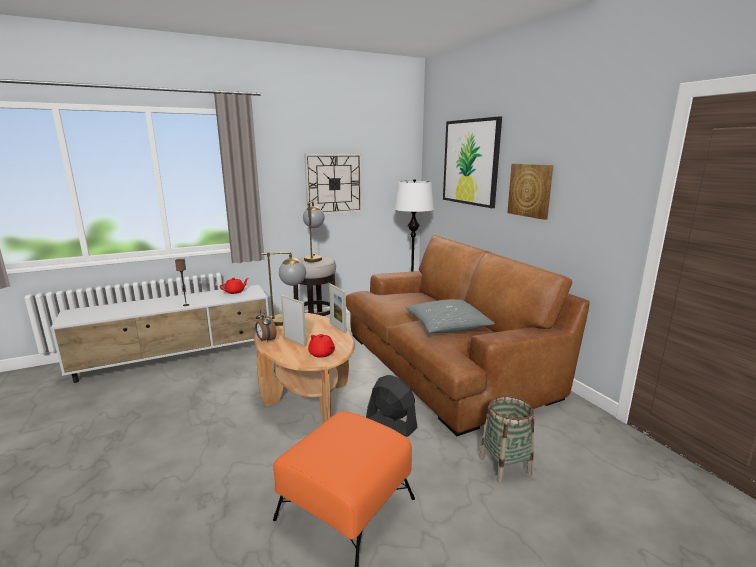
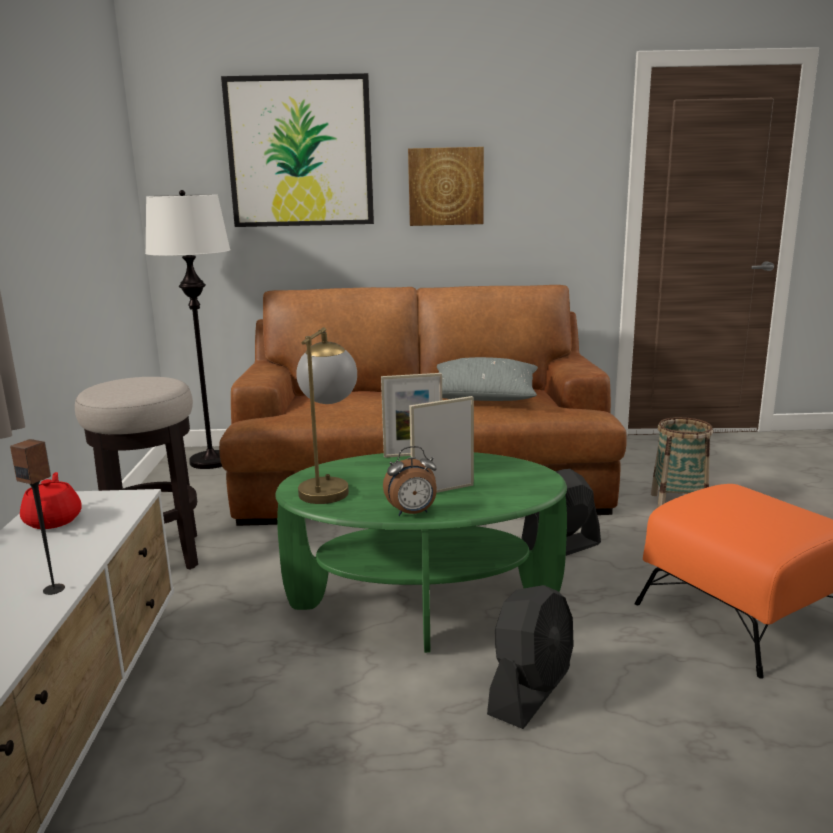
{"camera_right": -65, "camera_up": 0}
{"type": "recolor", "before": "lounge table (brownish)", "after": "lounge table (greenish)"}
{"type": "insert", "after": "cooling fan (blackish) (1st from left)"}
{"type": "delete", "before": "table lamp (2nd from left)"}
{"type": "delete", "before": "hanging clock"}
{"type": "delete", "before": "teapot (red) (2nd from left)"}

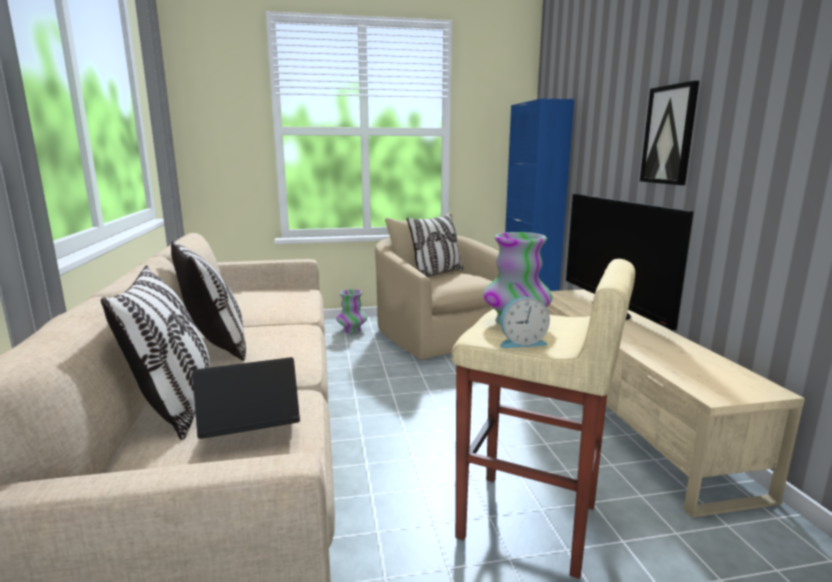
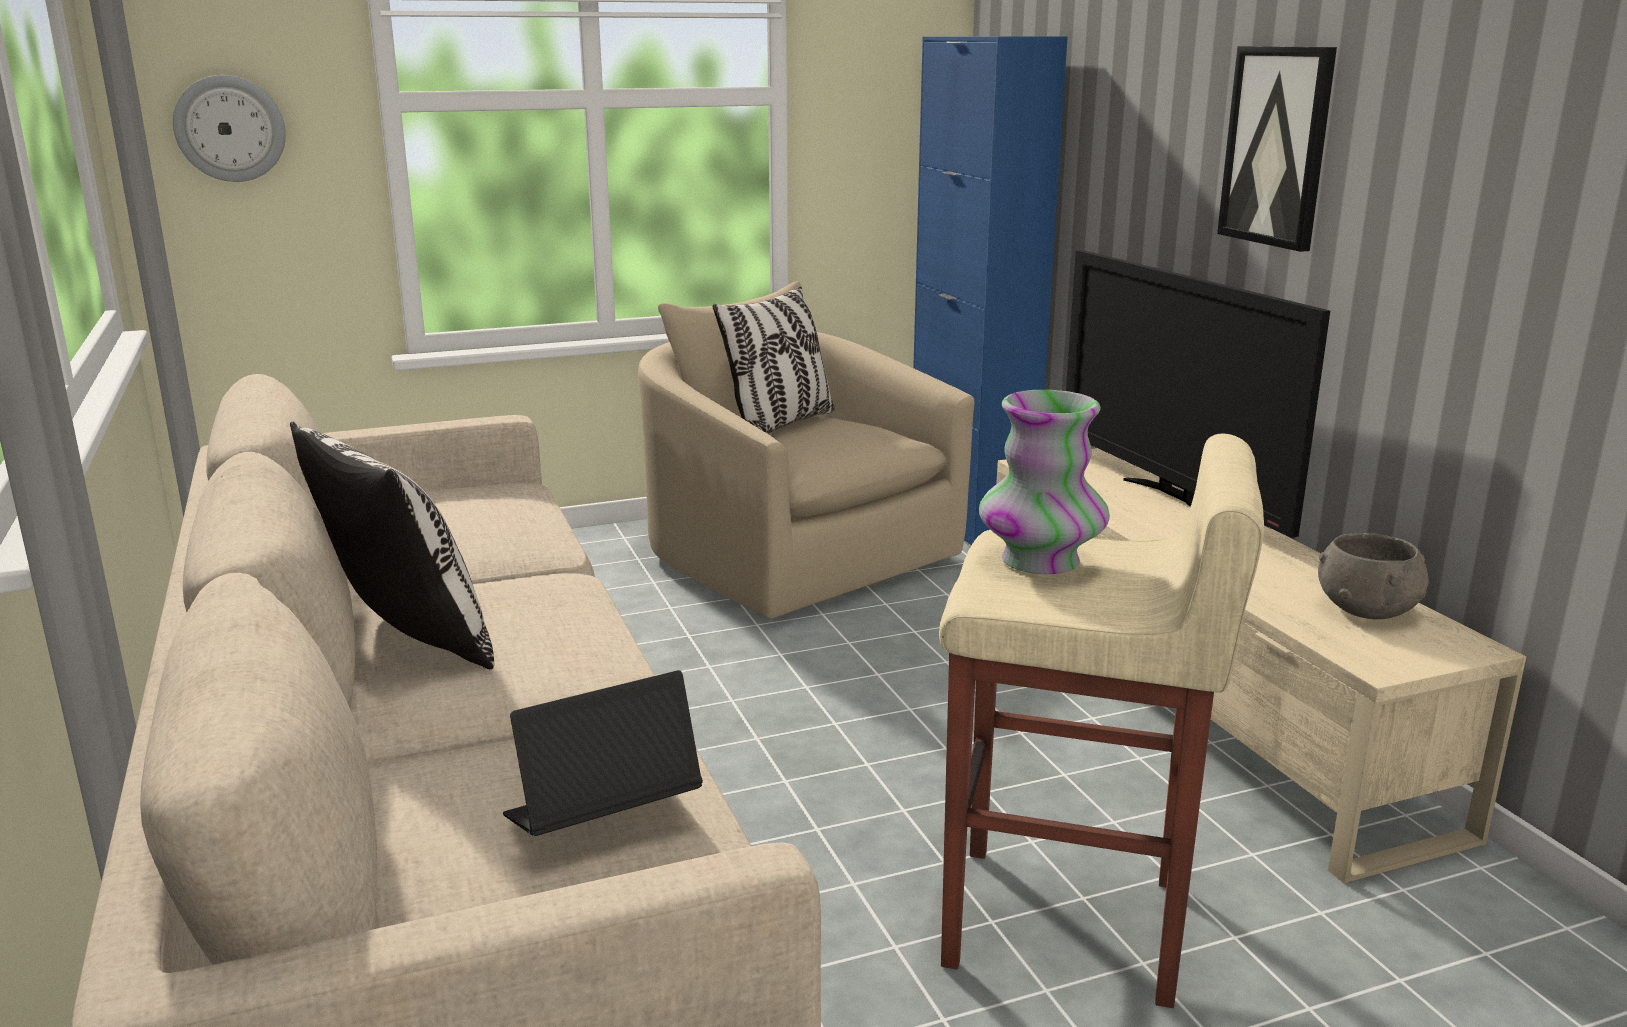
{"camera_right": -10, "camera_up": 5}
{"type": "insert", "after": "hanging clock"}
{"type": "insert", "after": "deep dish (greyish)"}
{"type": "delete", "before": "throw pillow (1st from left)"}
{"type": "delete", "before": "decorative vase (1st from left)"}
{"type": "delete", "before": "alarm clock"}

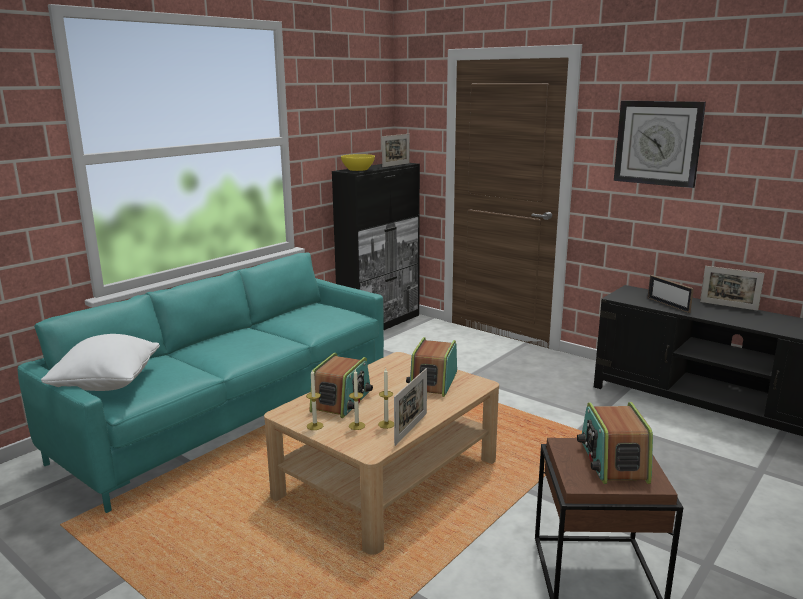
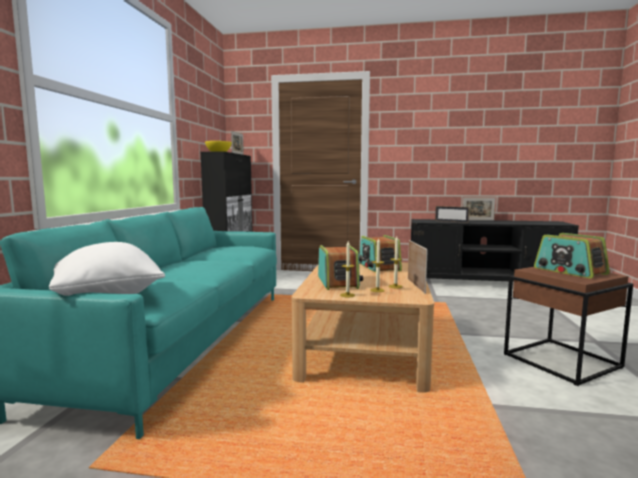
{"camera_right": -30, "camera_up": -10}
{"type": "delete", "before": "hanging clock"}

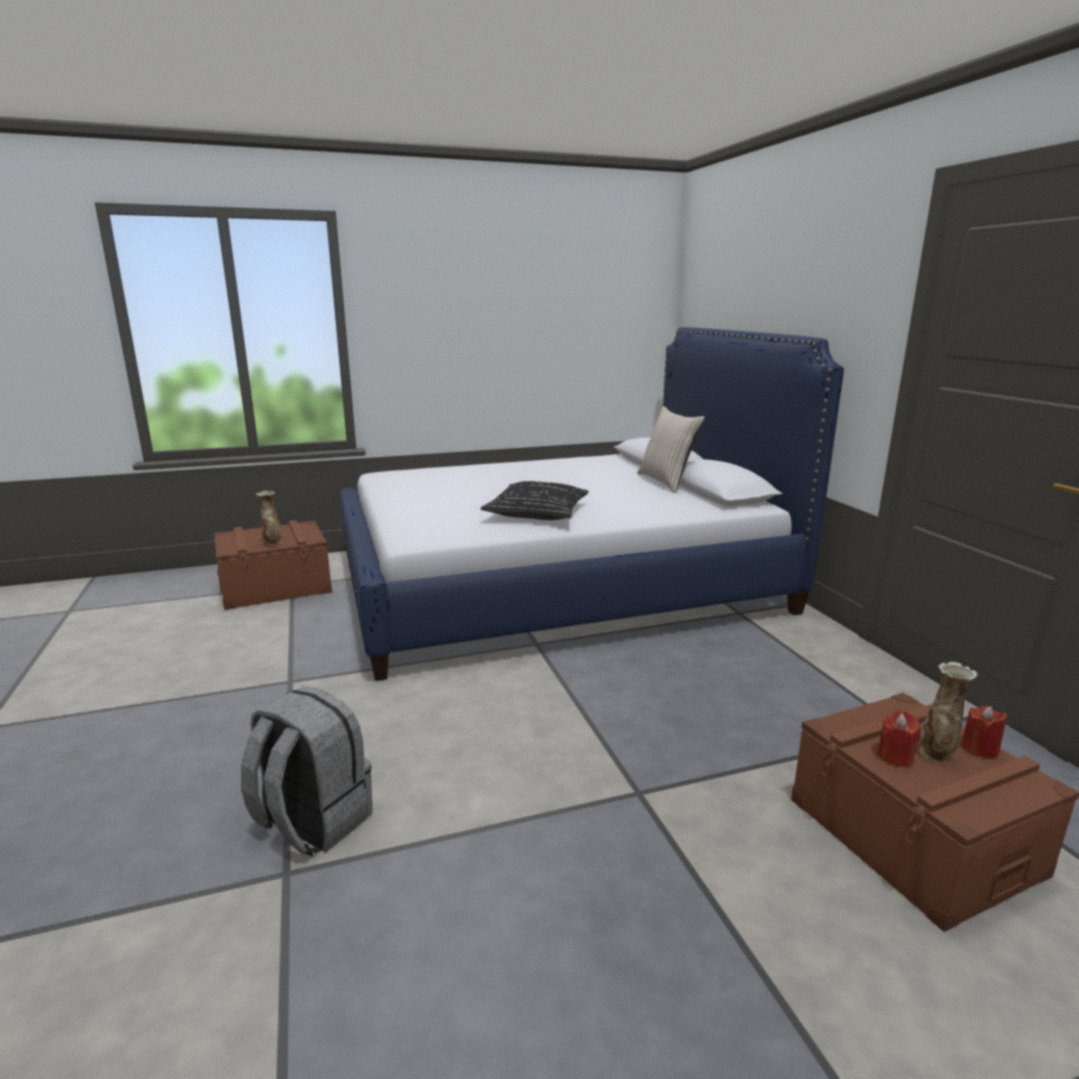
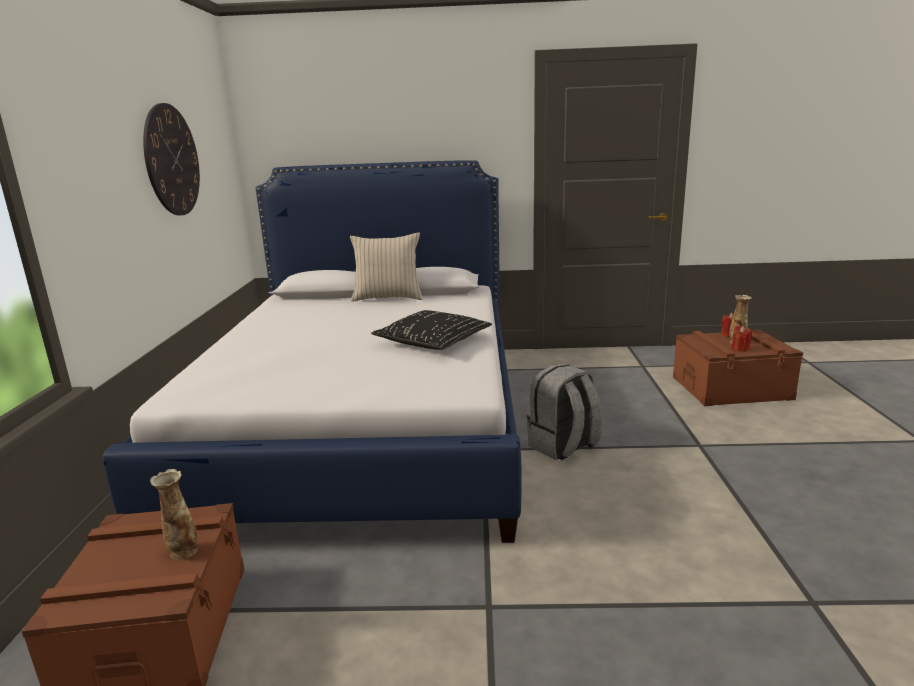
{"camera_right": -70, "camera_up": 0}
{"type": "insert", "after": "hanging clock"}
{"type": "move", "before": "backpack (greyish)"}

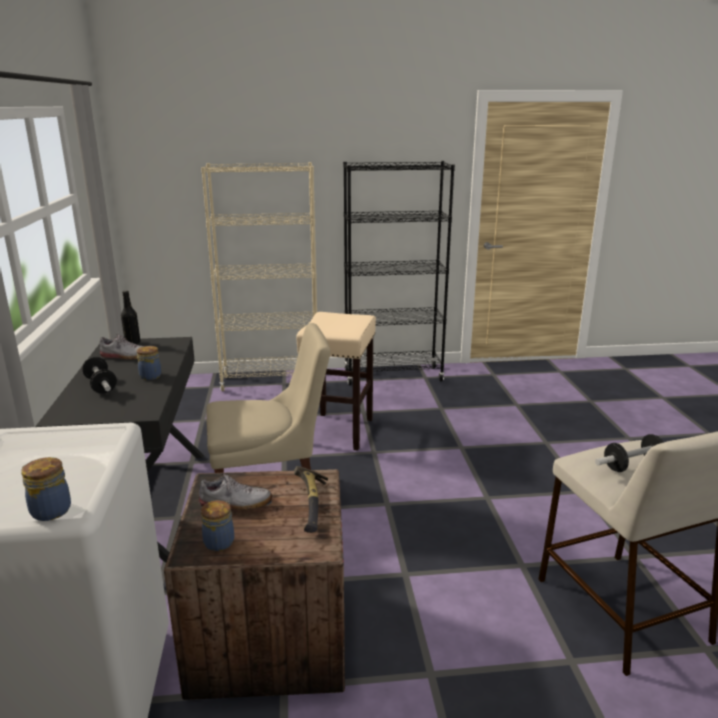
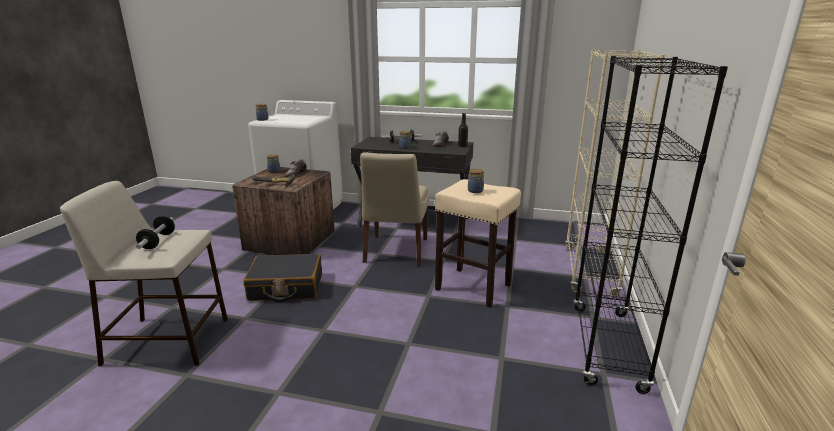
{"camera_right": 110, "camera_up": 0}
{"type": "insert", "after": "piece of luggage (blackish)"}
{"type": "insert", "after": "preserve jar (4th from left)"}

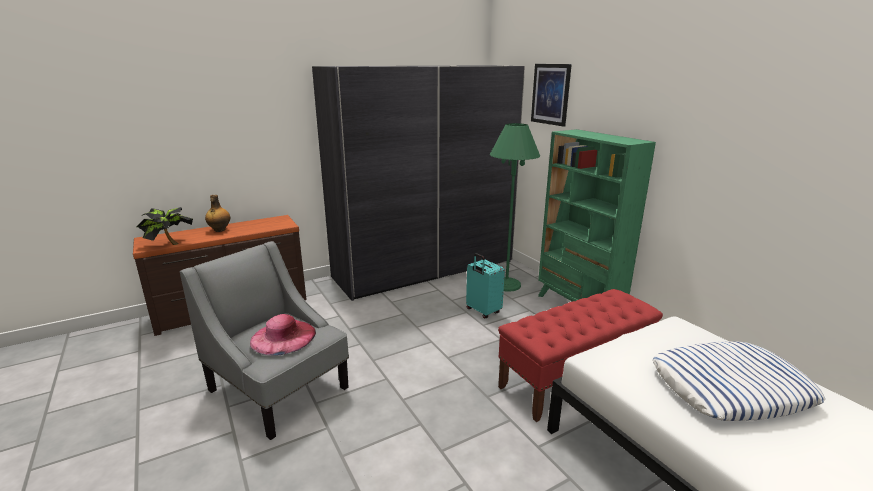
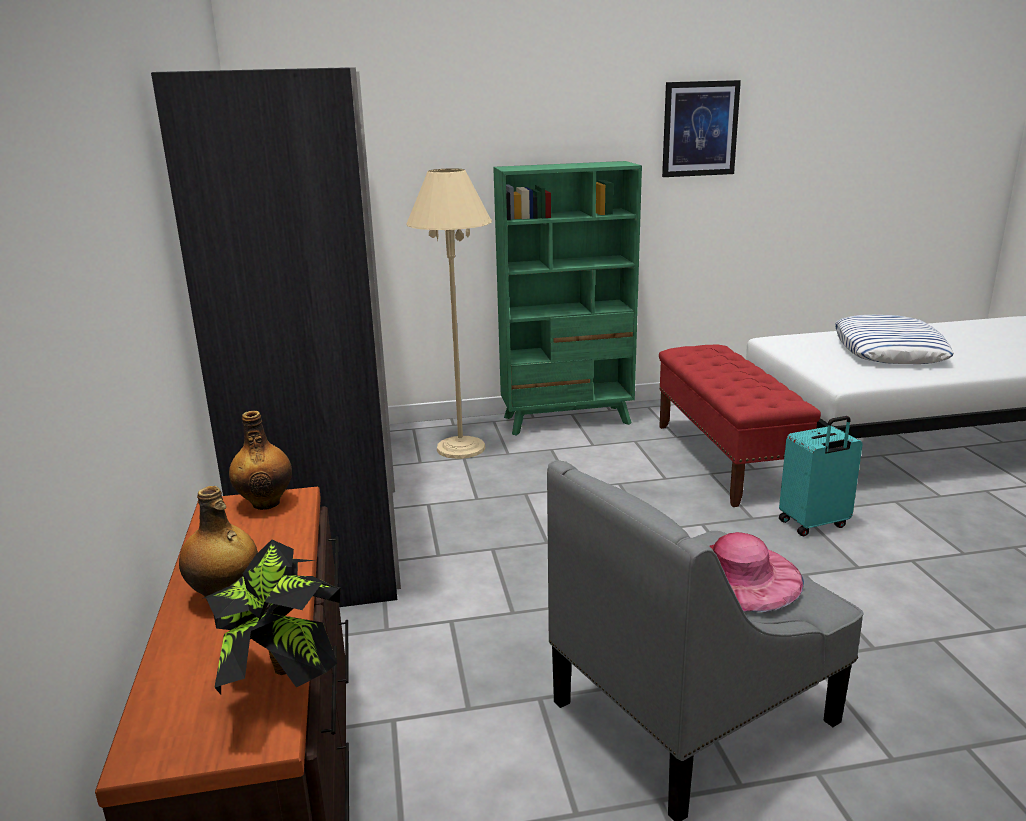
{"camera_right": -70, "camera_up": 0}
{"type": "insert", "after": "drink bottle (2nd from left)"}
{"type": "recolor", "before": "standard lamp (greenish)", "after": "standard lamp (beige)"}
{"type": "move", "before": "picture"}
{"type": "move", "before": "piece of luggage (turquoise-coloured)"}

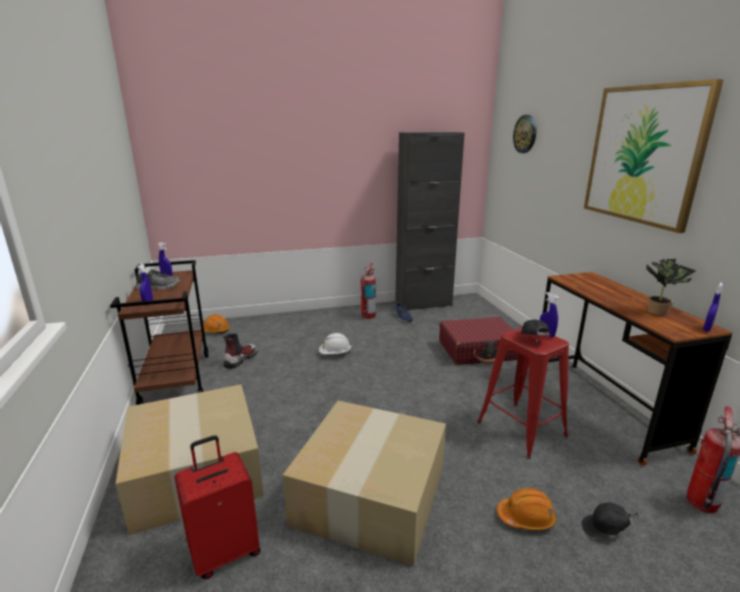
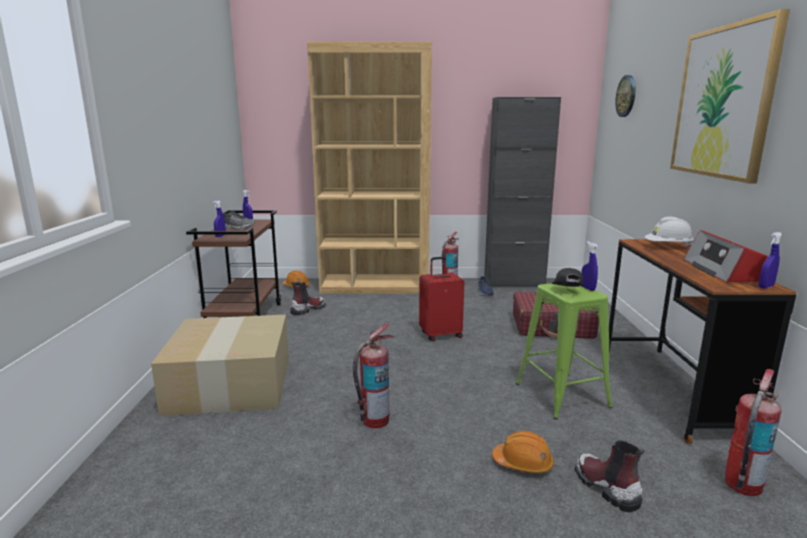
{"camera_right": 15, "camera_up": -5}
{"type": "insert", "after": "bookcase (brownish)"}
{"type": "replace", "before": "packing box (2nd from left)", "after": "fire-fighting cylinder (1st from left)"}
{"type": "move", "before": "piece of luggage (red) (1st from left)"}
{"type": "recolor", "before": "stool (red)", "after": "stool (greenish)"}
{"type": "replace", "before": "peaked cap (blackish) (2nd from left)", "after": "boot (2nd from left)"}
{"type": "move", "before": "hard hat (white-coloured)"}
{"type": "replace", "before": "houseplant", "after": "radio receiver"}

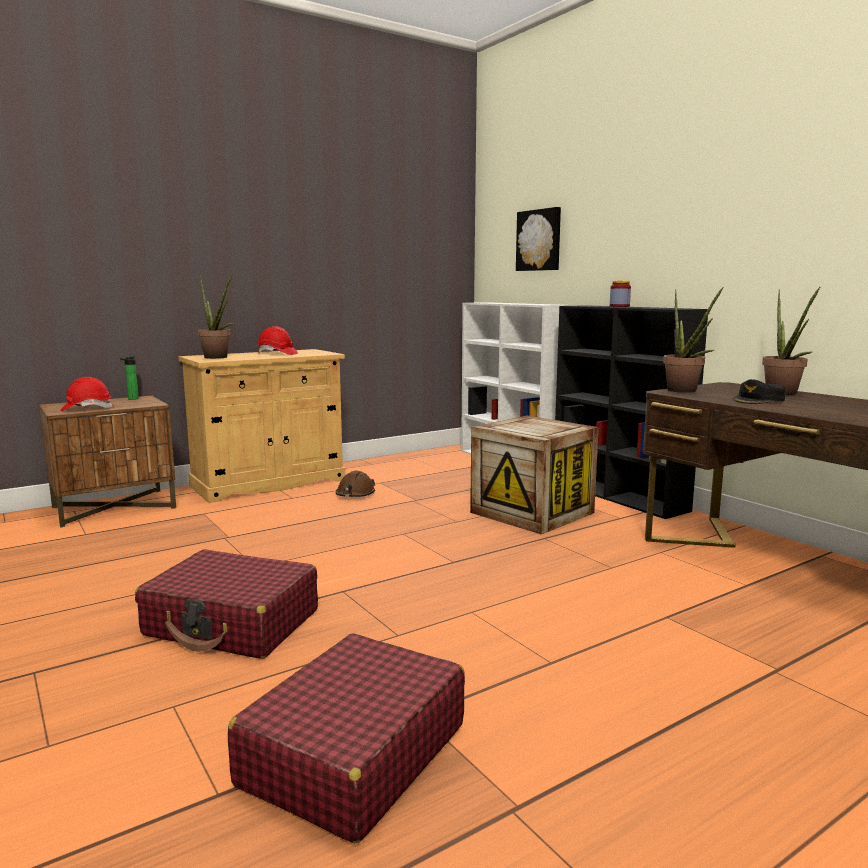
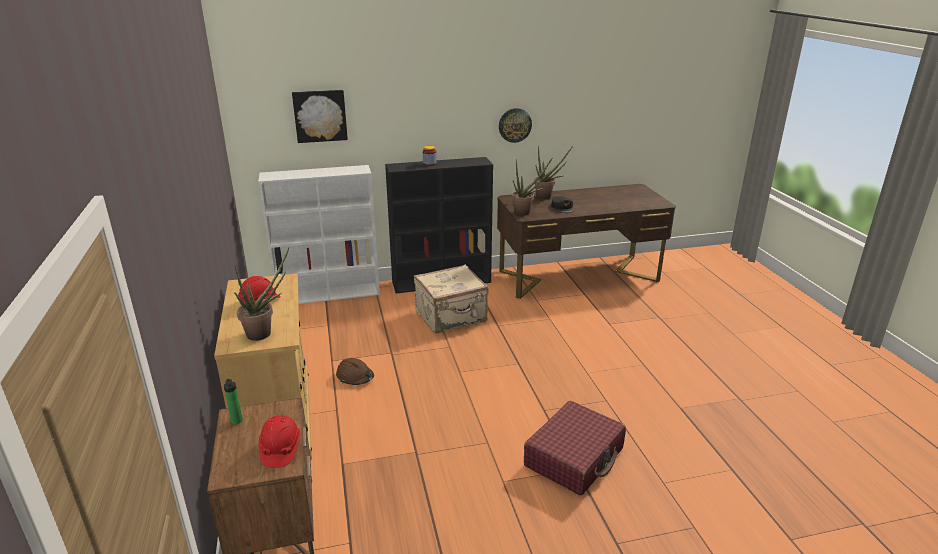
{"camera_right": -70, "camera_up": 15}
{"type": "replace", "before": "shipping crate", "after": "piece of luggage (beige)"}
{"type": "insert", "after": "hanging clock"}
{"type": "delete", "before": "piece of luggage (red) (2nd from left)"}

